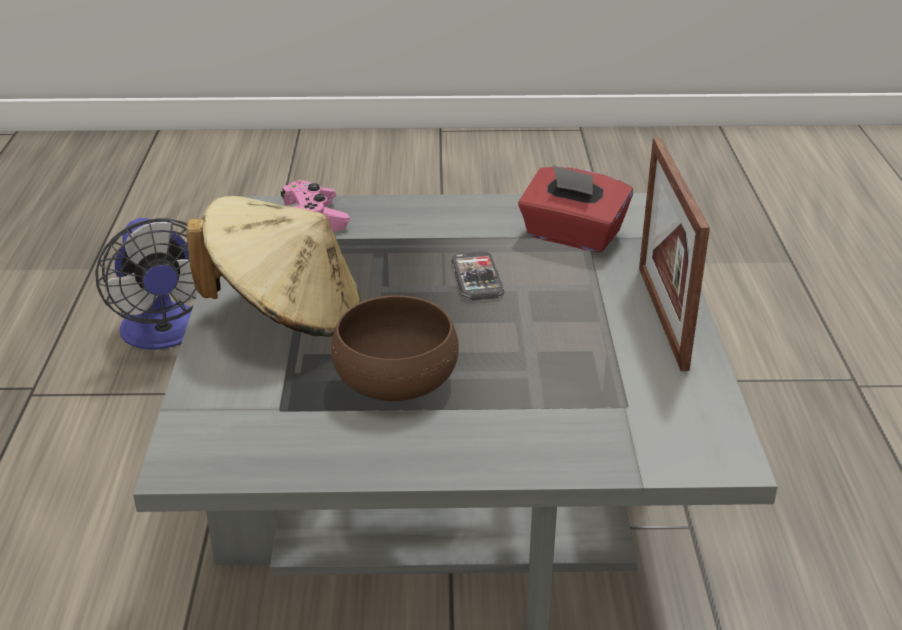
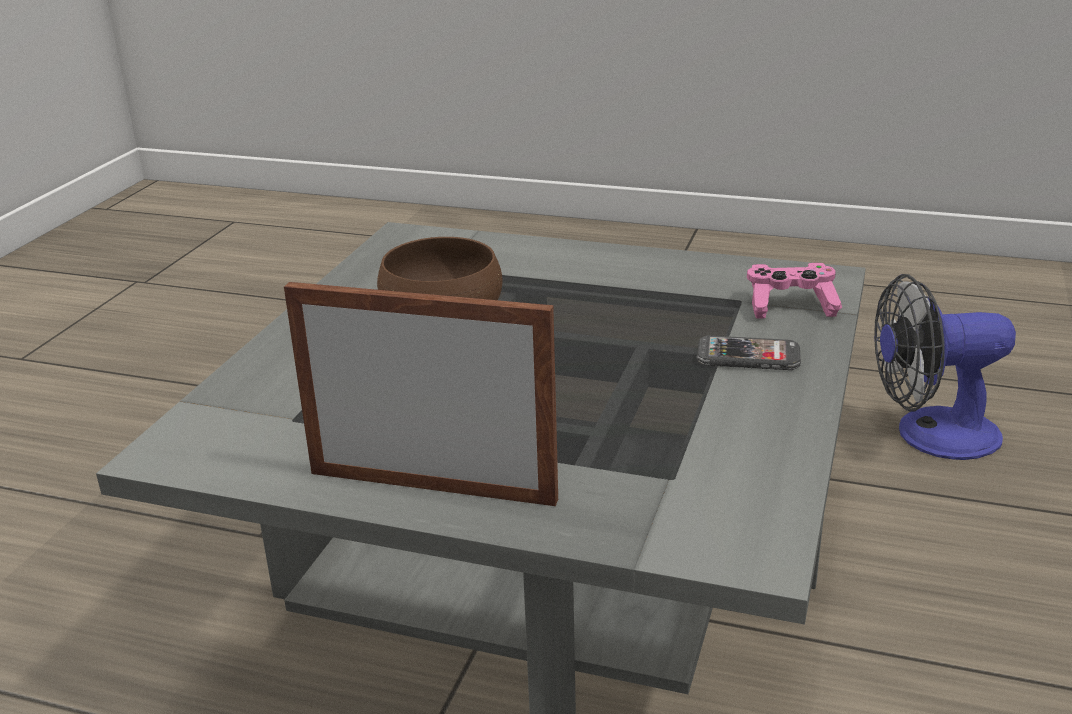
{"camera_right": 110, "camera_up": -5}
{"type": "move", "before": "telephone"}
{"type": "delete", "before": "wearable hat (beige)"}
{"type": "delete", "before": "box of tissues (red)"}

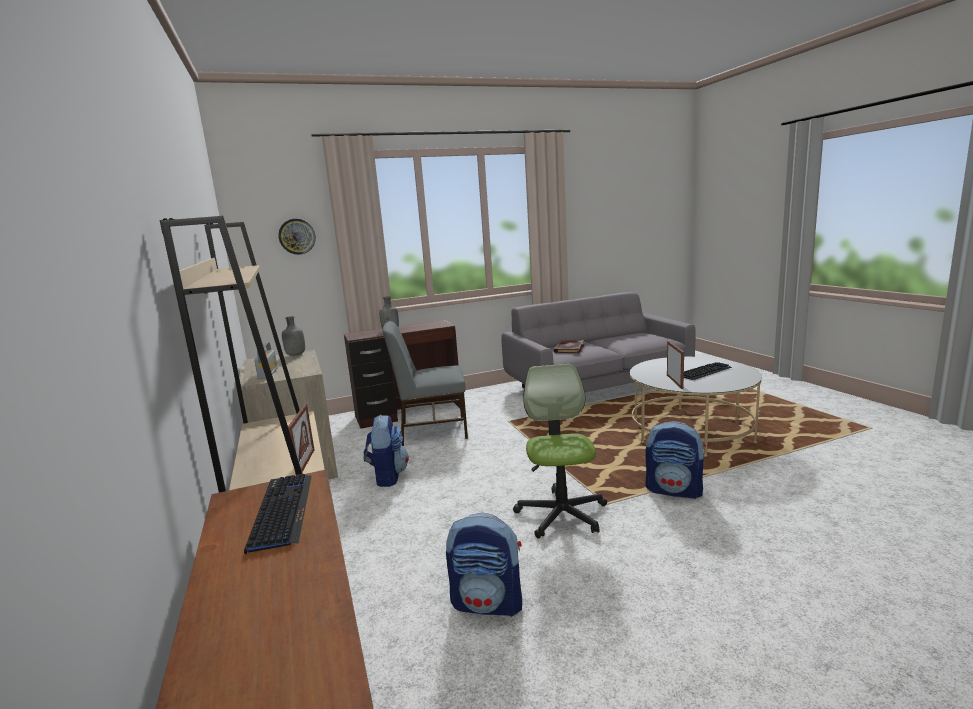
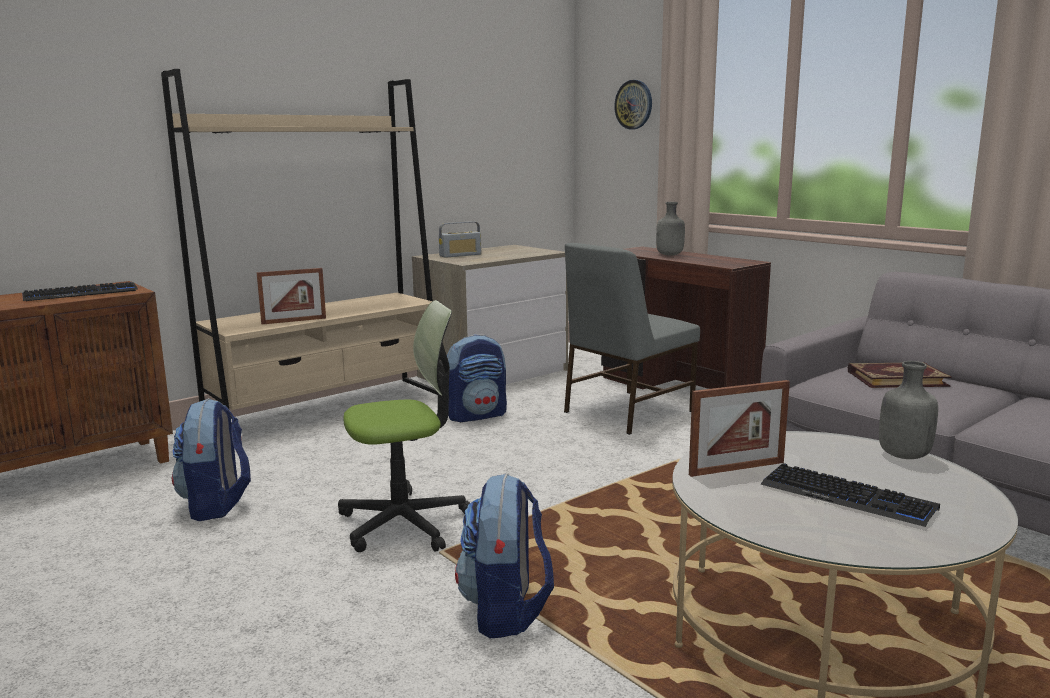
{"camera_right": 70, "camera_up": 0}
{"type": "rotate", "before": "upright chair (greyish)", "turn": -105}
{"type": "move", "before": "drink bottle (greyish) (1st from left in the first image)", "after": "drink bottle (greyish) (2nd from left)"}

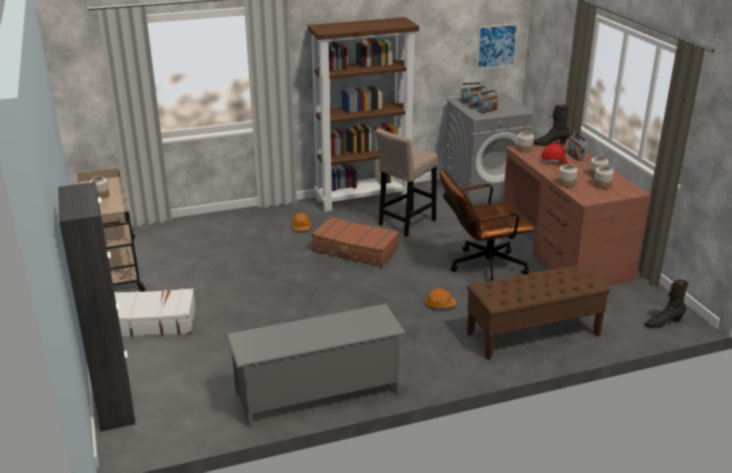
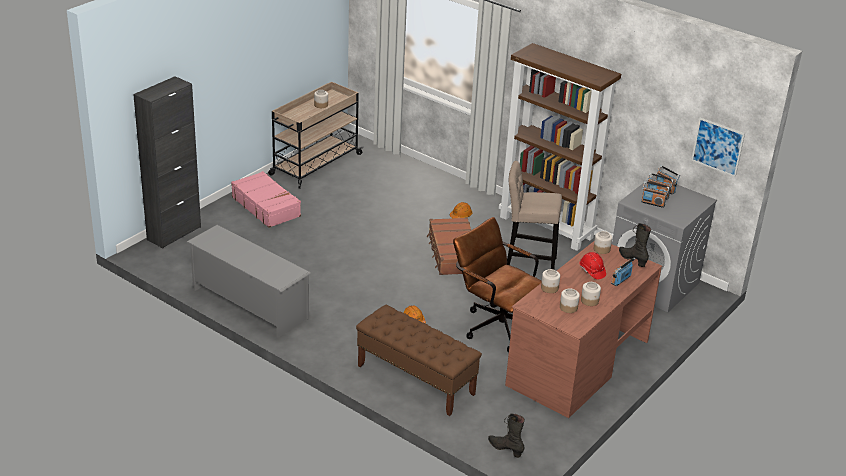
{"camera_right": 55, "camera_up": 5}
{"type": "recolor", "before": "piece of luggage (white-coloured)", "after": "piece of luggage (pinkish)"}

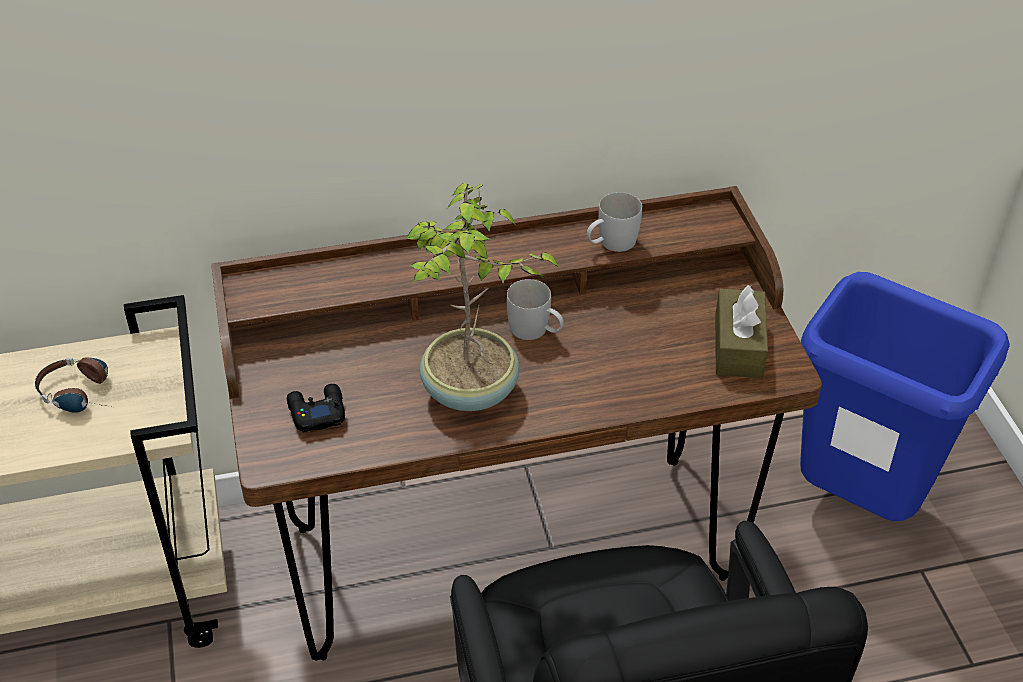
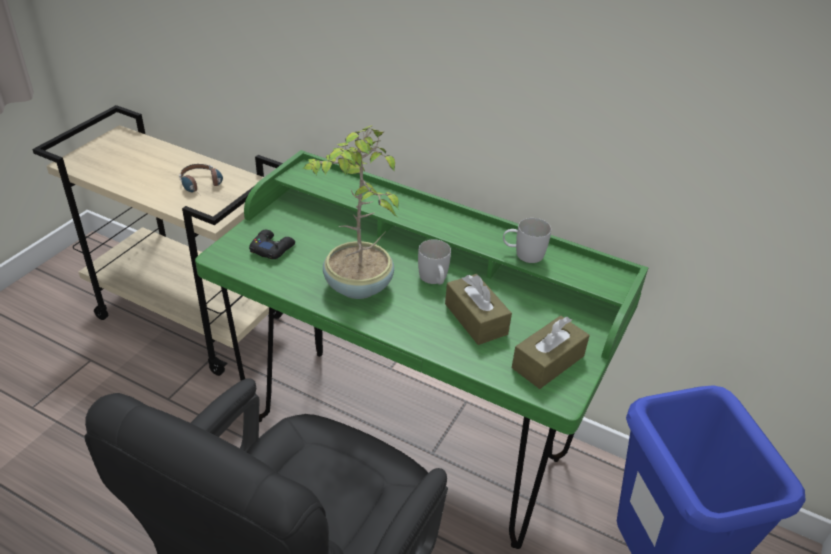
{"camera_right": 40, "camera_up": -5}
{"type": "recolor", "before": "desk (brownish)", "after": "desk (greenish)"}
{"type": "insert", "after": "box of tissues (brownish) (1st from left)"}

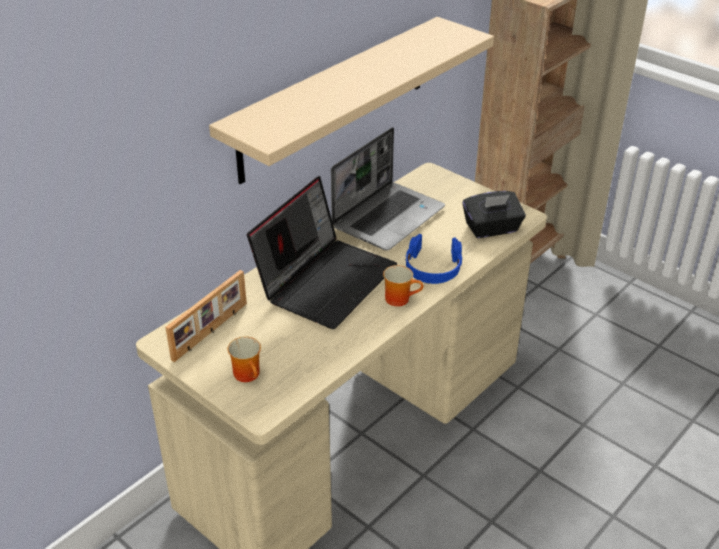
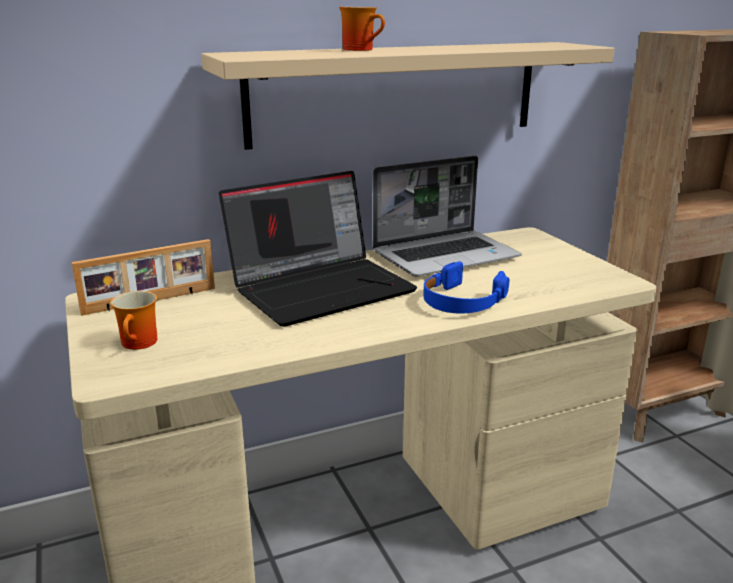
{"camera_right": 25, "camera_up": -15}
{"type": "move", "before": "coffee mug (2nd from left)"}
{"type": "delete", "before": "box of tissues (blackish)"}

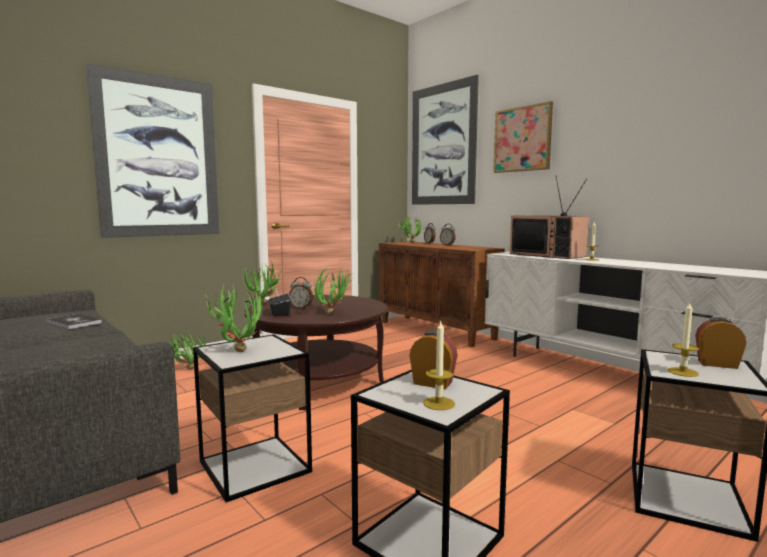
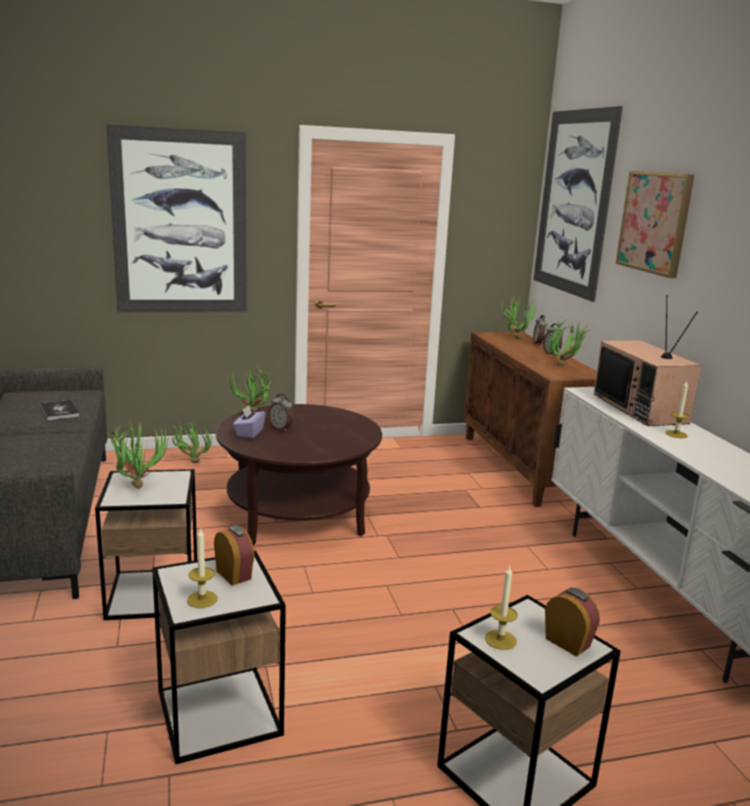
{"camera_right": 25, "camera_up": 10}
{"type": "recolor", "before": "box of tissues (blackish)", "after": "box of tissues (purplish)"}
{"type": "move", "before": "houseplant (4th from left in the first image)", "after": "houseplant (5th from left)"}

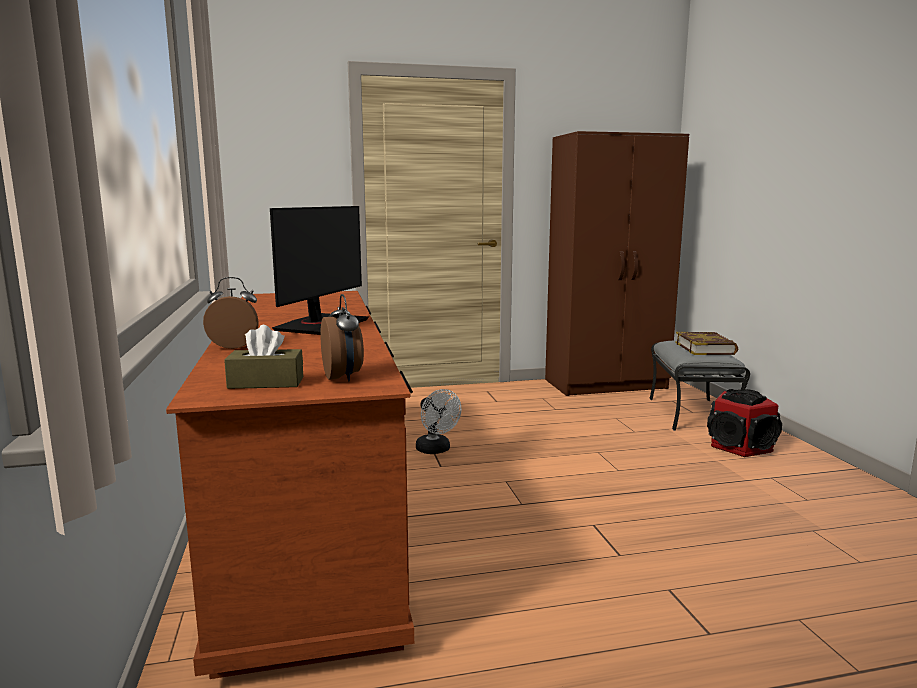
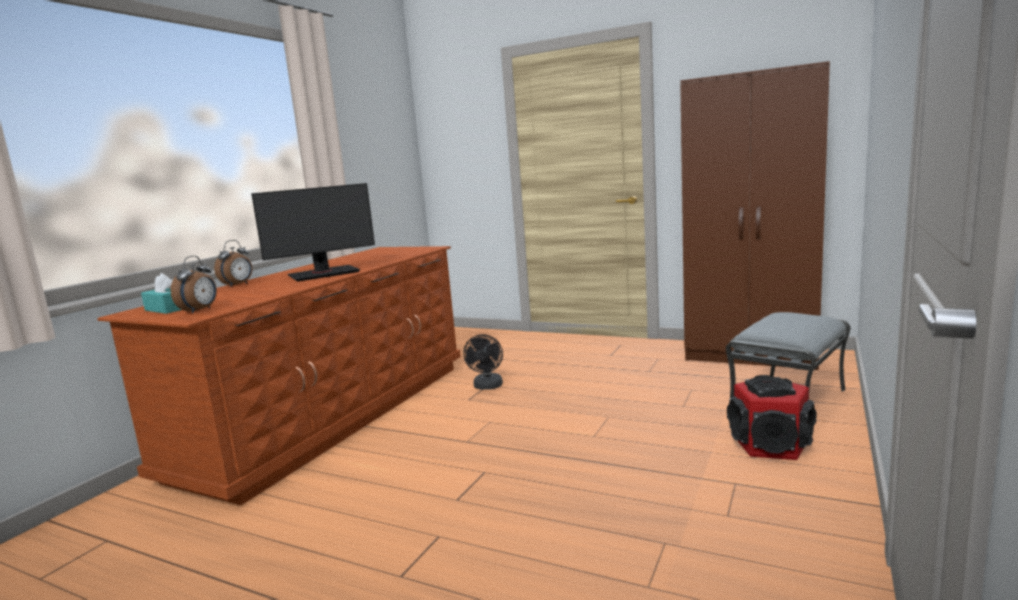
{"camera_right": 40, "camera_up": 0}
{"type": "recolor", "before": "box of tissues (brownish)", "after": "box of tissues (turquoise-coloured)"}
{"type": "rotate", "before": "alarm clock (1st from left in the first image)", "turn": 90}
{"type": "recolor", "before": "cooling fan (white-coloured)", "after": "cooling fan (blackish)"}
{"type": "delete", "before": "bound book"}

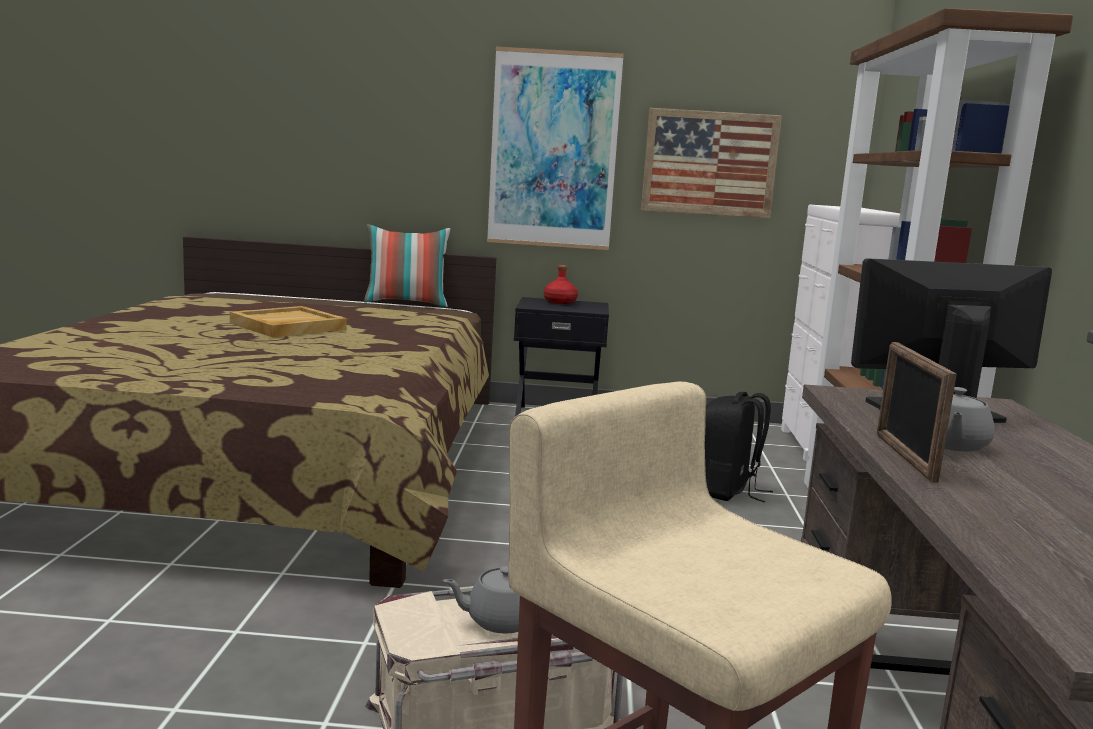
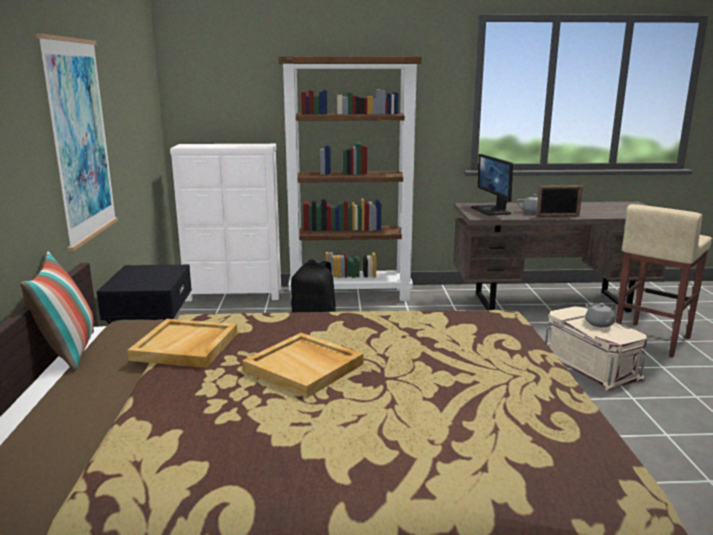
{"camera_right": -95, "camera_up": 5}
{"type": "insert", "after": "serving tray (beige) (1st from left)"}
{"type": "delete", "before": "drink bottle (red)"}
{"type": "delete", "before": "picture (2nd from left)"}

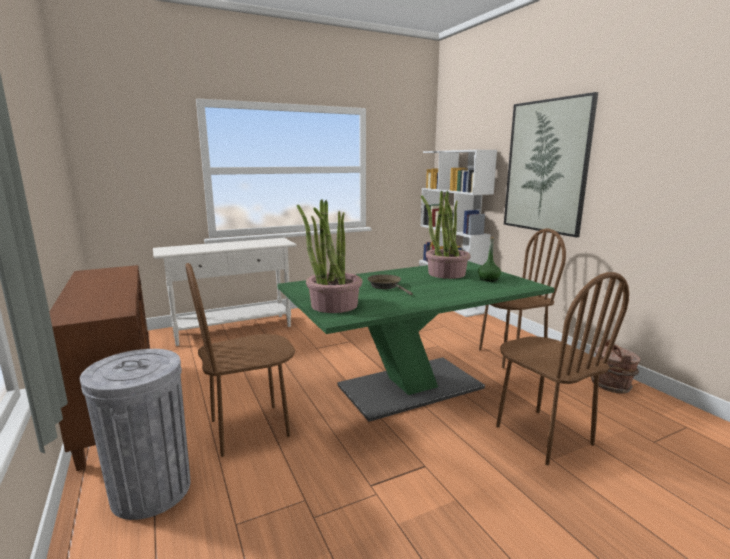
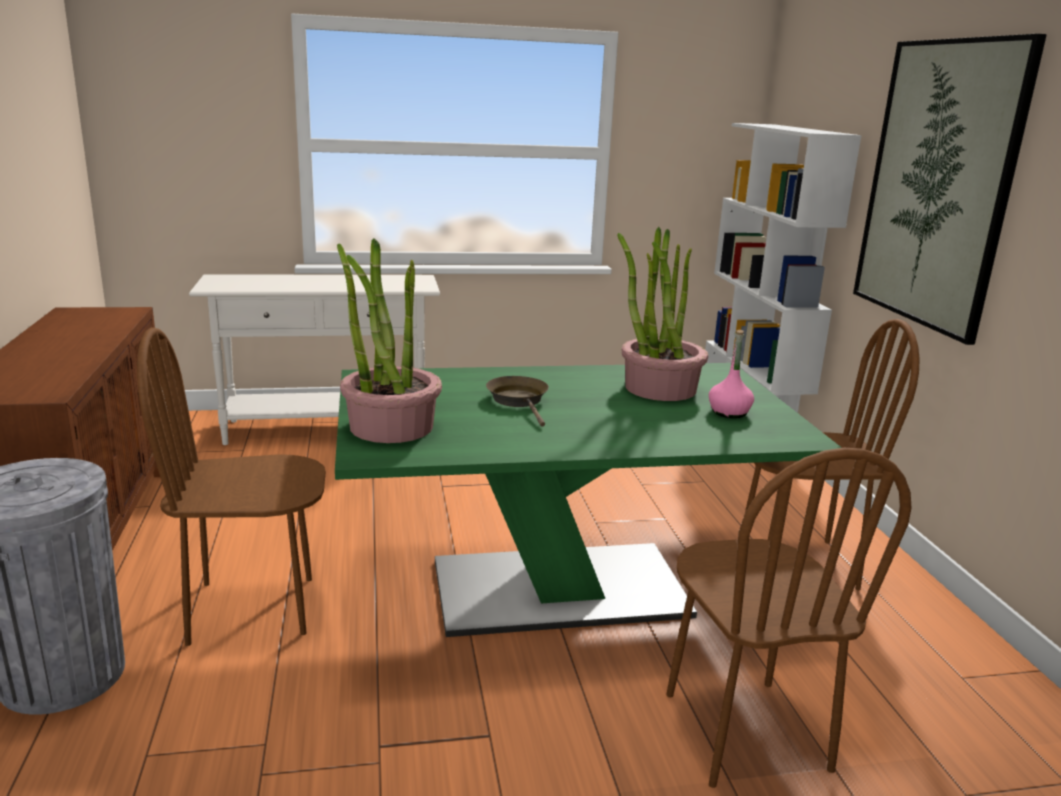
{"camera_right": 15, "camera_up": 5}
{"type": "recolor", "before": "drink bottle (greenish)", "after": "drink bottle (pinkish)"}
{"type": "delete", "before": "bucket (brownish)"}

